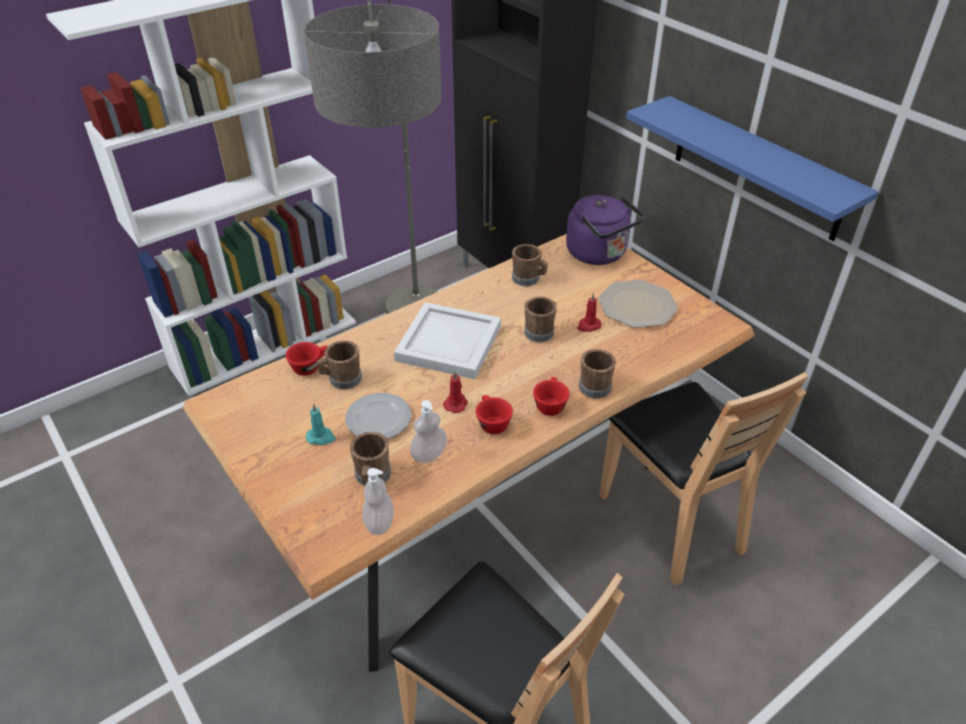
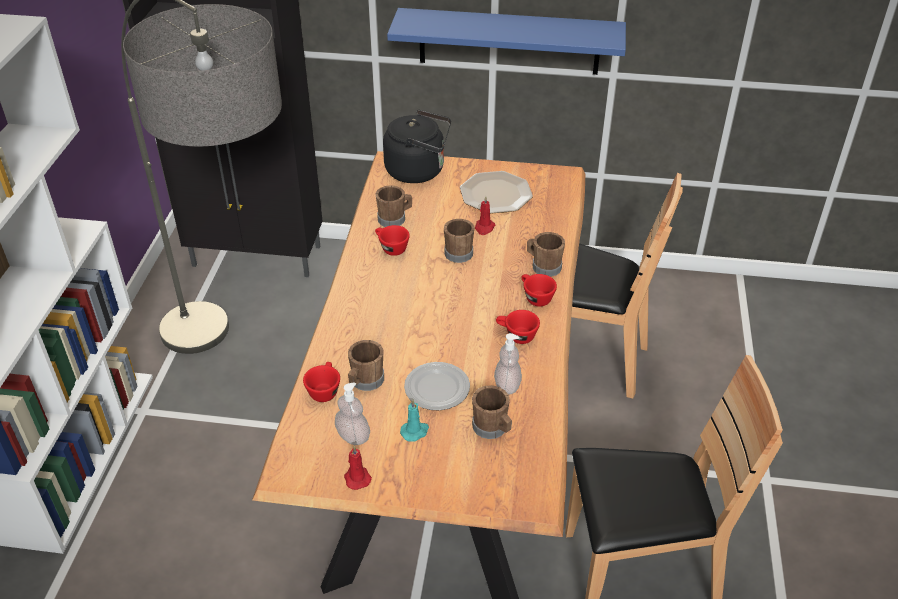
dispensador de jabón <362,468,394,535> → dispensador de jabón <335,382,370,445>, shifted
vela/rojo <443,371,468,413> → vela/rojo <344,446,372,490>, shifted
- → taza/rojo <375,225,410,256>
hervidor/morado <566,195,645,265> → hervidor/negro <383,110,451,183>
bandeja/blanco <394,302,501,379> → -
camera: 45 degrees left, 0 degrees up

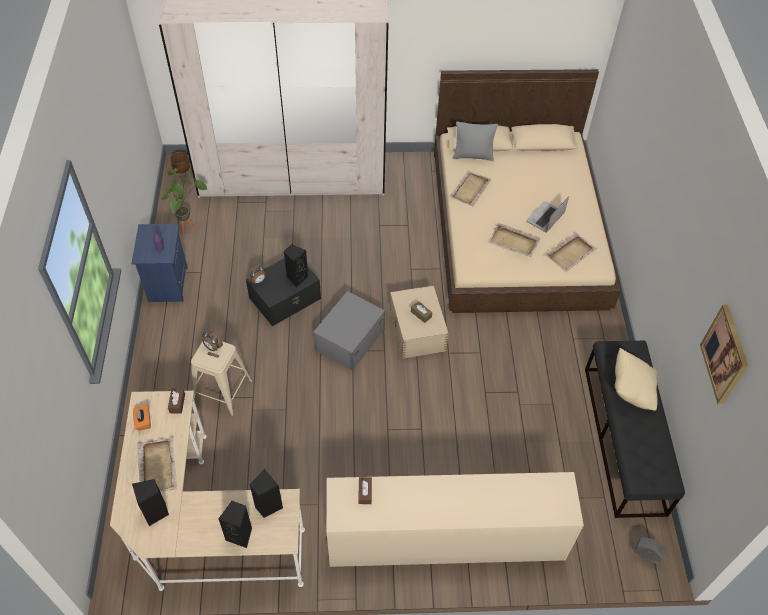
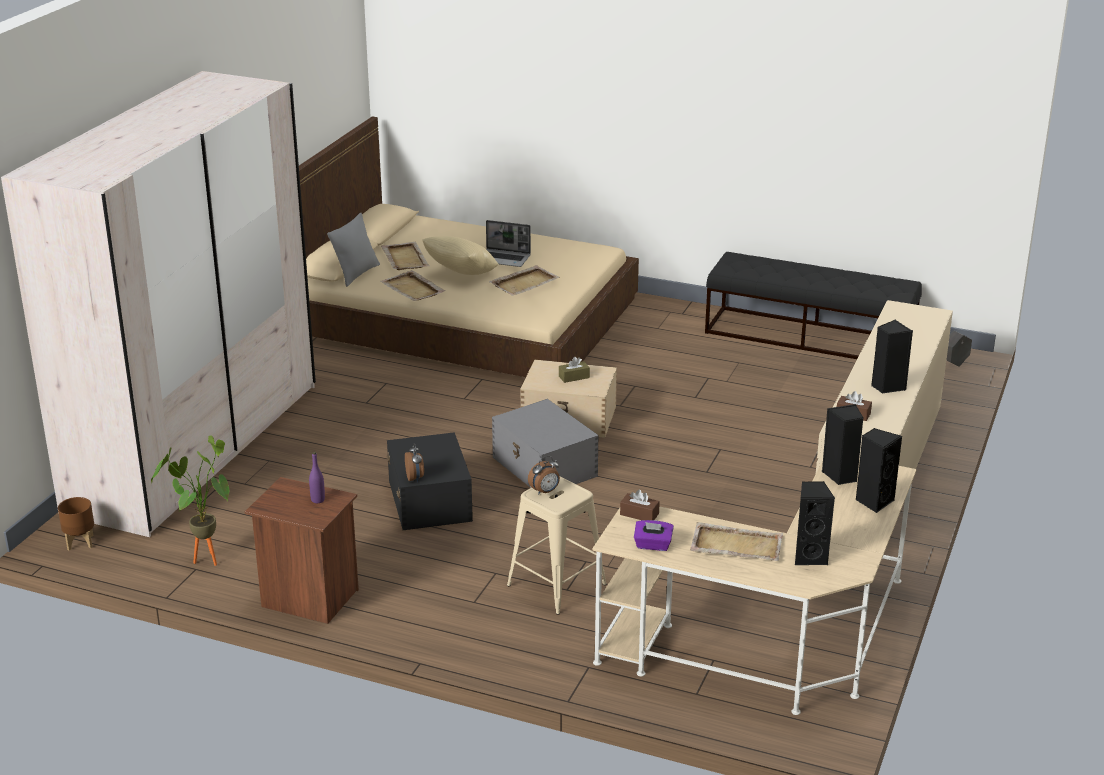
mesita de noche/azul <131,224,188,302> → mesita de noche/marrón <245,477,359,624>
bandeja/beis <545,232,597,273> → bandeja/beis <381,242,430,270>, shifted
cojín/beis <615,348,658,410> → cojín/beis <422,236,498,275>, shifted
portátil <526,196,569,232> → portátil <486,220,531,267>, 45 degrees counterclockwise
caja de pañuelos/naranja <133,404,151,431> → caja de pañuelos/morado <634,520,674,551>
altavoz/negro <284,244,308,288> → altavoz/negro <871,319,913,394>, shifted
cuadro <700,305,748,404> → -
camera: 65 degrees left, 25 degrees down

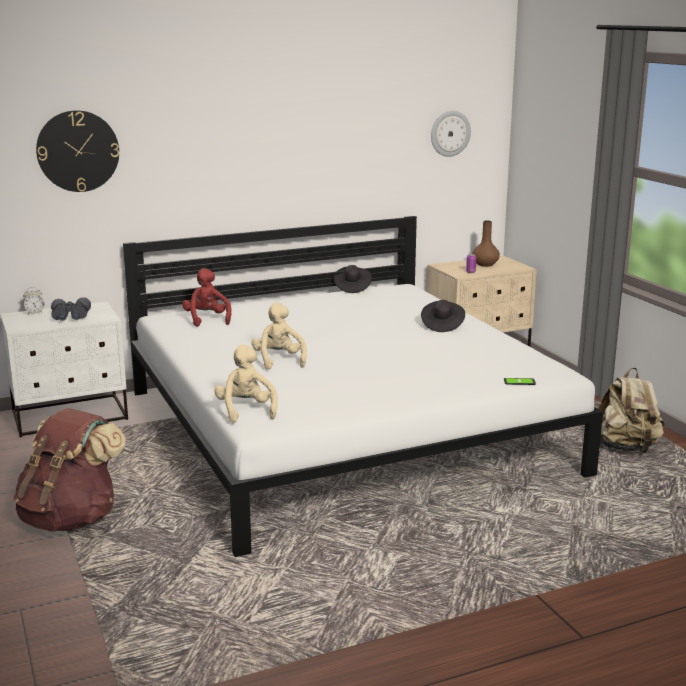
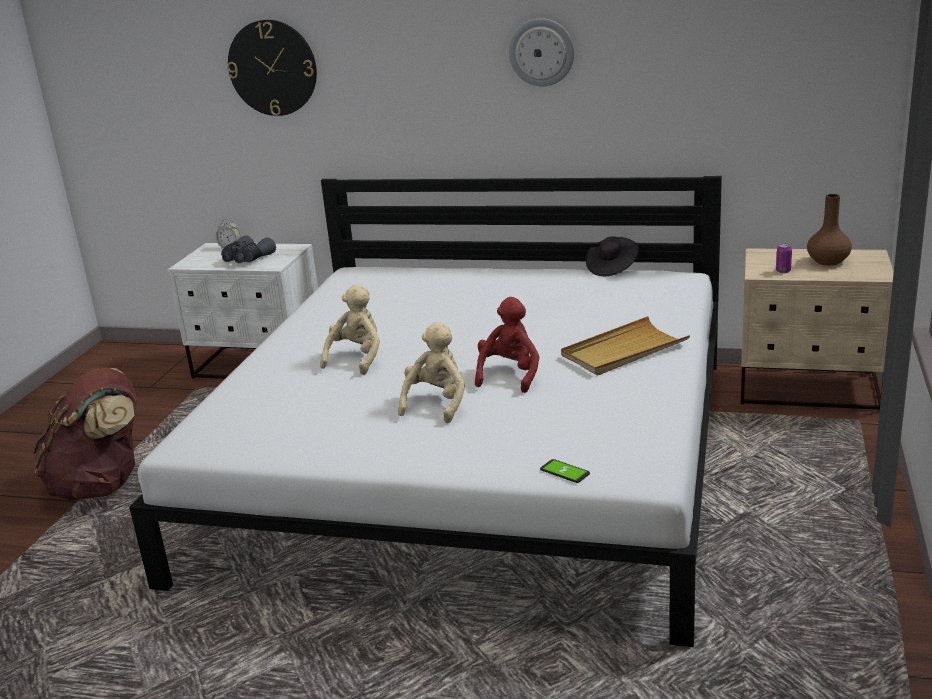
peluche/beis <214,345,278,423> → peluche/beis <398,322,465,423>, shifted
peluche/rojo <182,268,231,327> → peluche/rojo <475,297,539,393>, shifted
reloj de pared <431,111,471,157> → reloj de pared <509,18,574,87>, shifted
sombrero/negro <421,300,465,332> → bandeja/beis <561,316,690,375>
mochila/beis <598,367,665,454> → -
camera: 40 degrees right, 5 degrees up

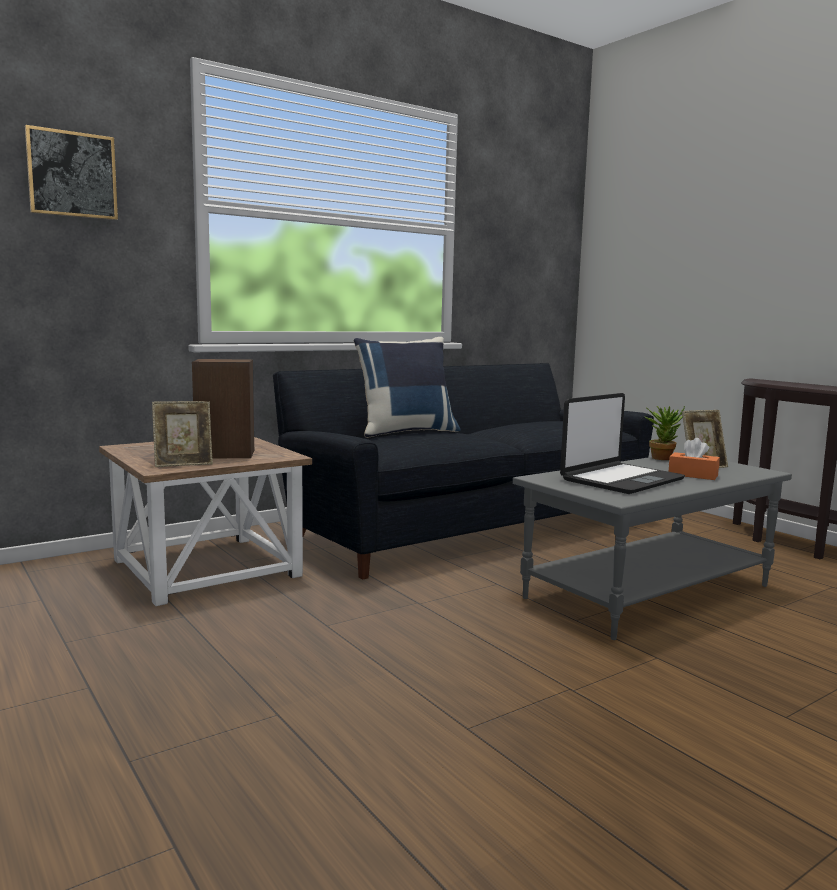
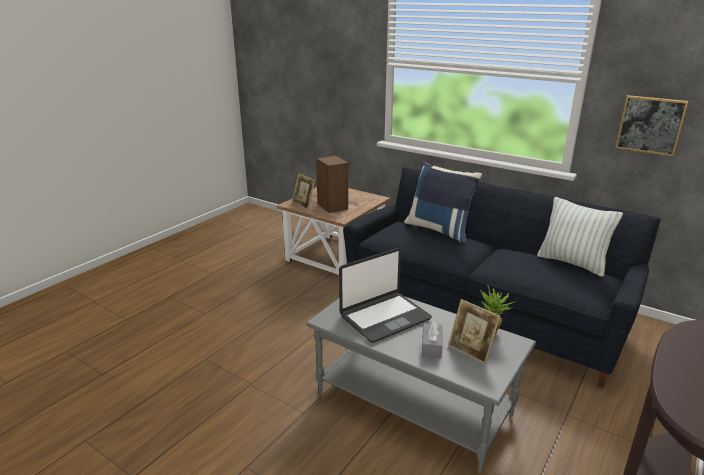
portátil <560,393,685,494> → portátil <339,248,432,343>, 60 degrees counterclockwise
caja de pañuelos/naranja <668,438,720,480> → caja de pañuelos/gris <422,320,443,358>
- → cojín <537,197,623,277>
cuadro <25,125,118,220> → cuadro <615,95,689,157>, shifted
camera: 70 degrees right, 15 degrees up

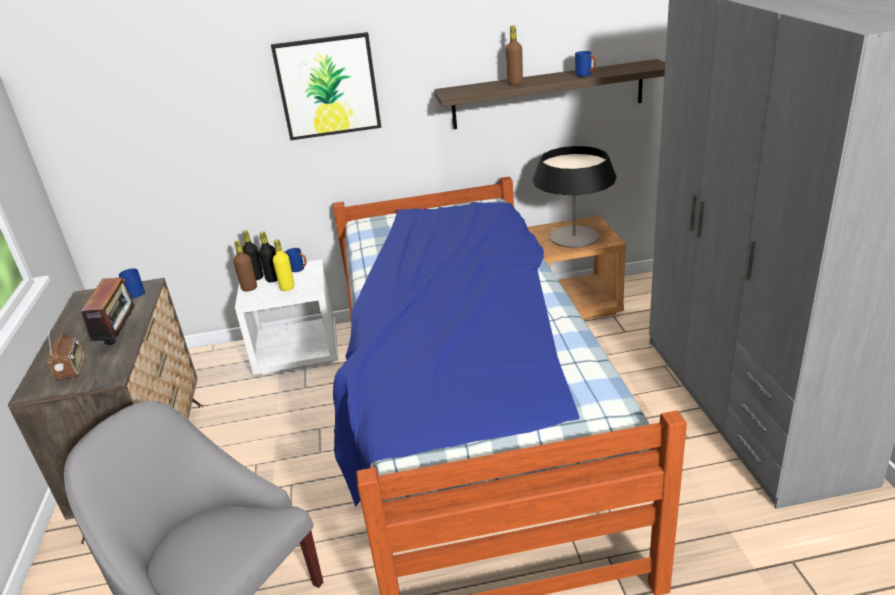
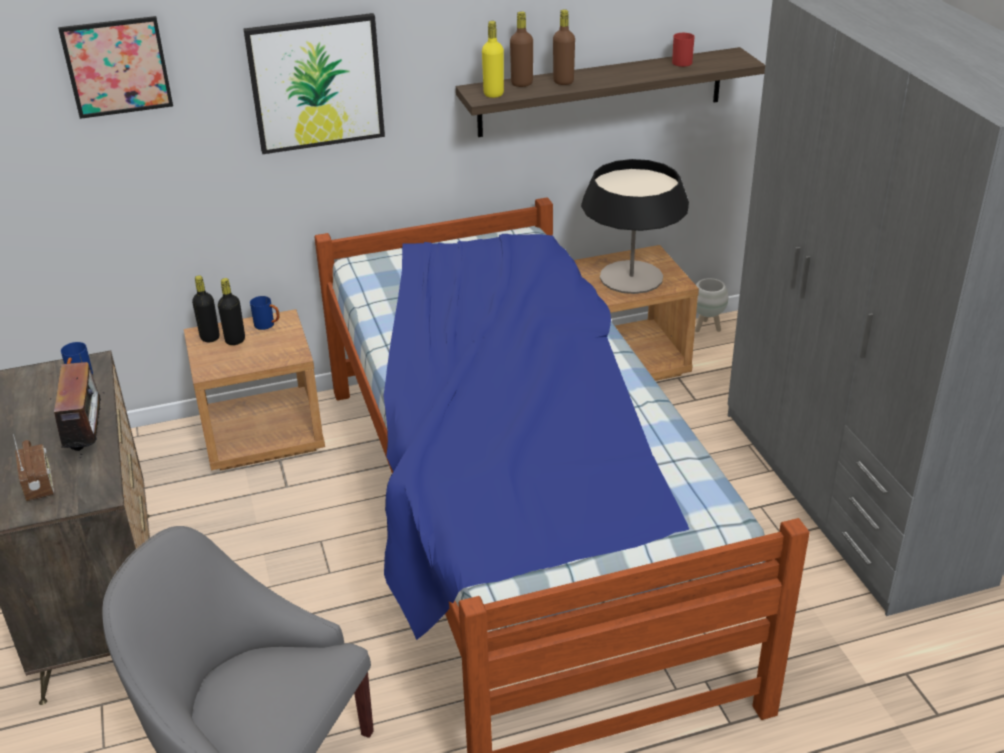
- → cuadro <58,16,173,119>
mesita de noche/blanco <235,259,338,375> → mesita de noche/marrón <184,309,325,471>
botella/amarillo <273,239,294,291> → botella/amarillo <482,21,504,98>, shifted
botella/marrón <233,240,257,292> → botella/marrón <510,11,533,87>, shifted
- → taza grande/rojo <672,33,695,67>
- → maceta/blanco <695,278,728,332>
taza grande/azul <575,51,596,77> → -
camera: 10 degrees left, 5 degrees up

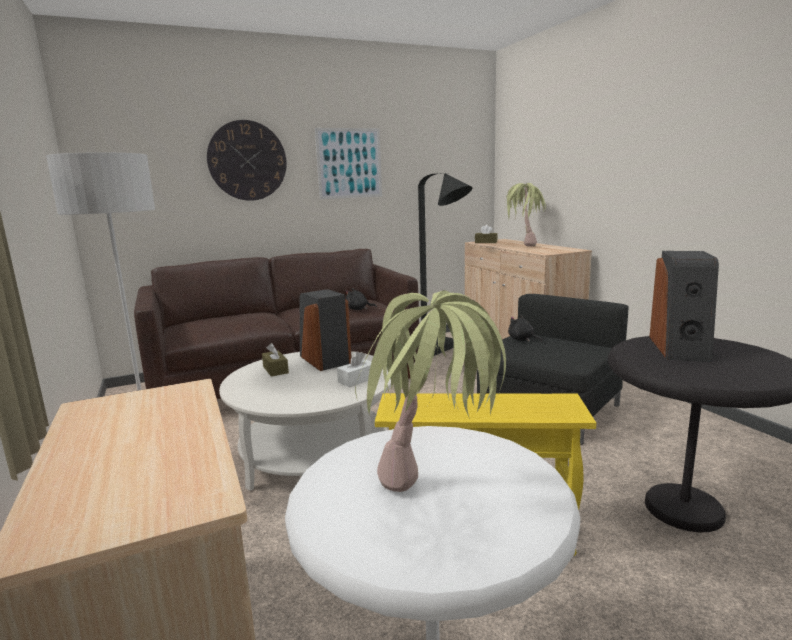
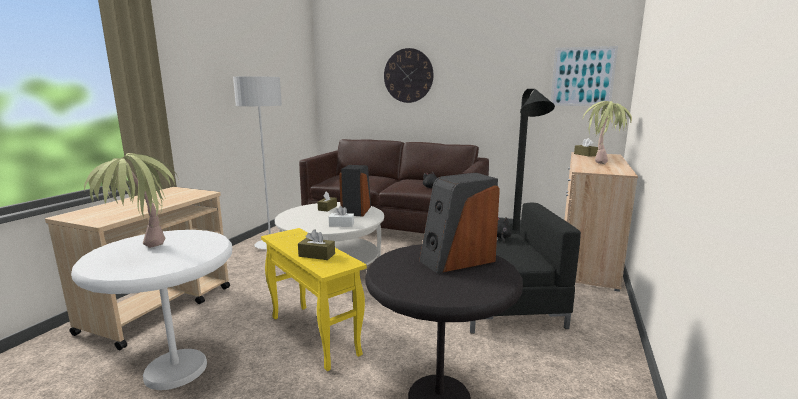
- → caja de pañuelos/marrón <298,230,335,260>
cuadro <315,128,382,199> → cuadro <551,46,618,106>, shifted
camera: 45 degrees right, 0 degrees up

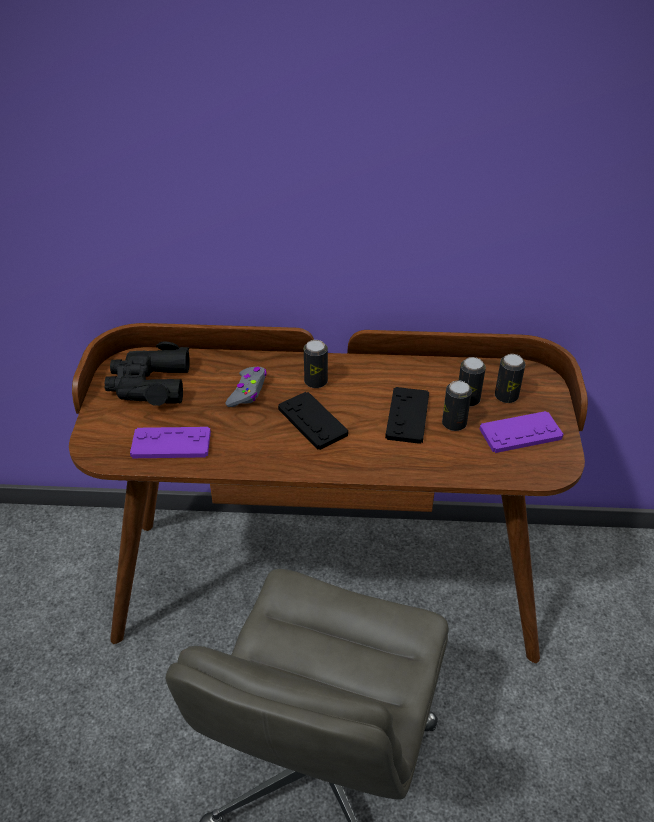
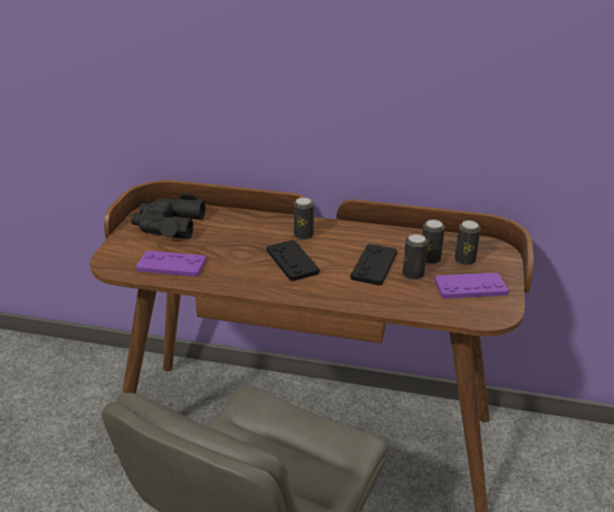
mando de consola/gris <226,367,267,407> → -
camera: 10 degrees right, 10 degrees down

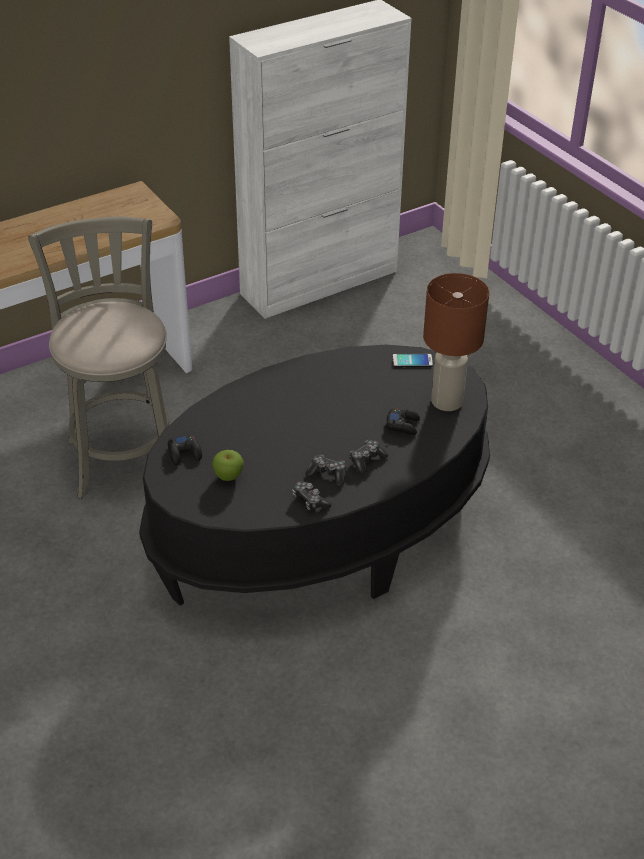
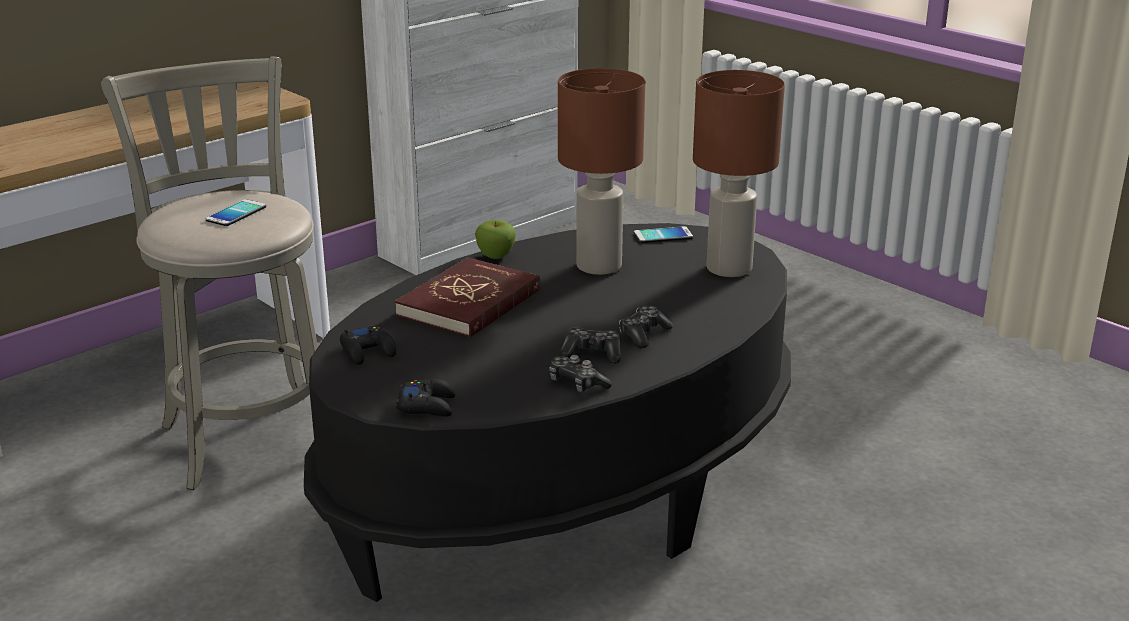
- → móvil <205,199,266,226>
- → libro/rojo <395,257,540,338>
mando de consola/negro <385,409,420,435> → mando de consola/negro <396,379,456,417>, shifted
manzana <212,450,244,481> → manzana <475,220,516,259>, shifted
- → lámpara de mesa/marrón <558,68,645,275>
camera: 10 degrees left, 15 degrees down

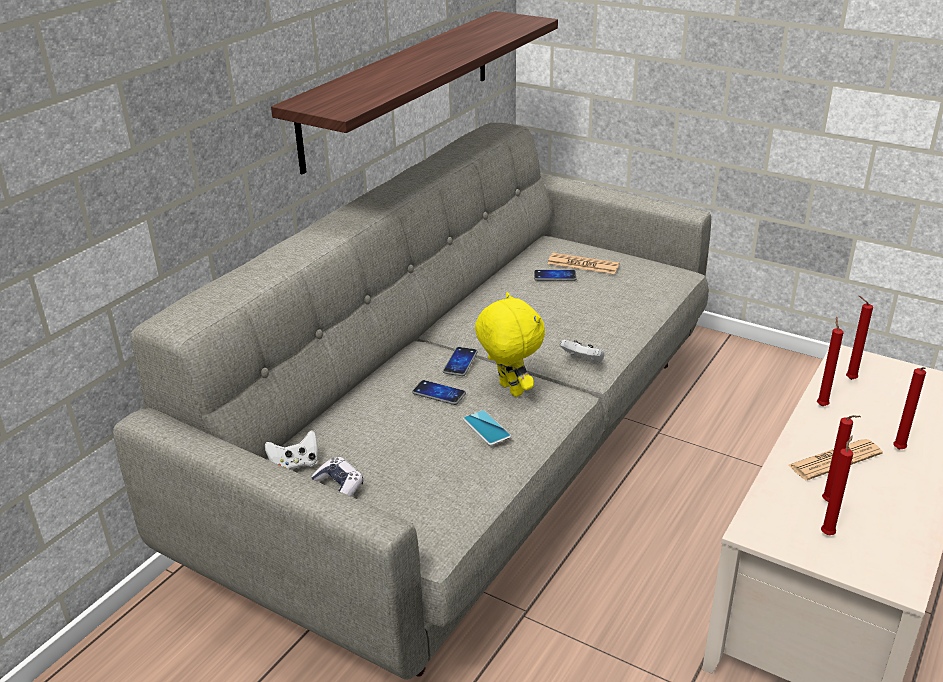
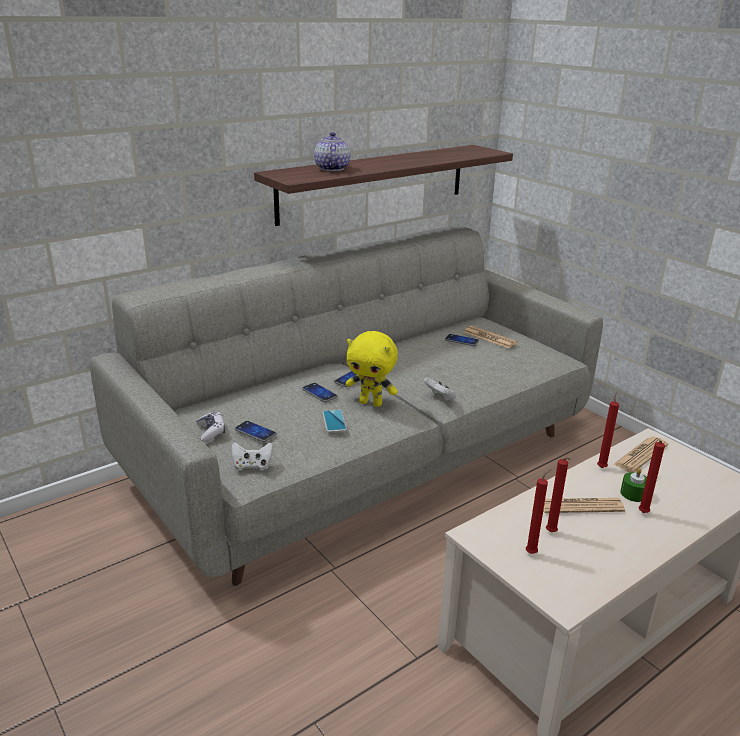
mando de consola/blanco <265,430,318,469> → mando de consola/blanco <231,442,273,470>, shifted
- → móvil <235,421,277,442>
- → tetera <314,132,350,171>
peluche/amarillo <475,292,545,397> → peluche/amarillo <345,331,398,407>, 120 degrees clockwise
vela/rojo <846,296,873,380> → periódico <613,437,668,472>
- → vela/verde <620,468,647,502>
camera: 20 degrees right, 5 degrees down

